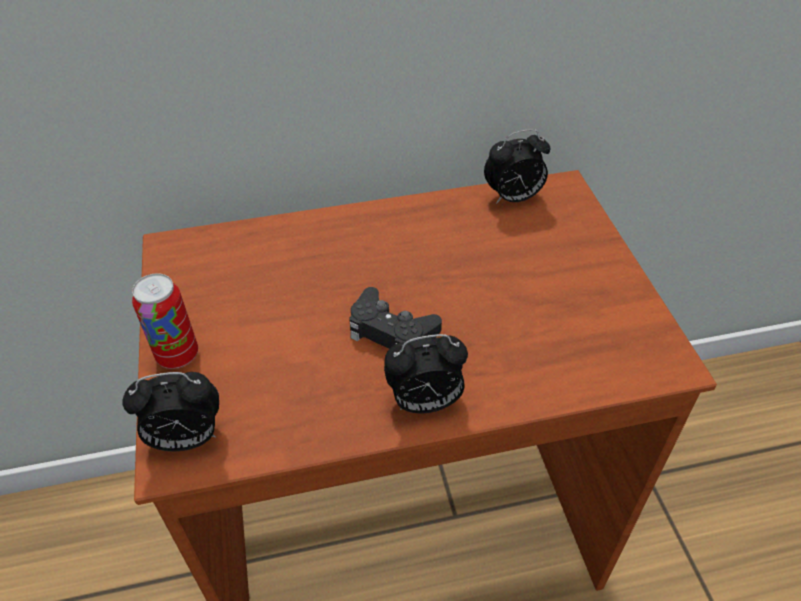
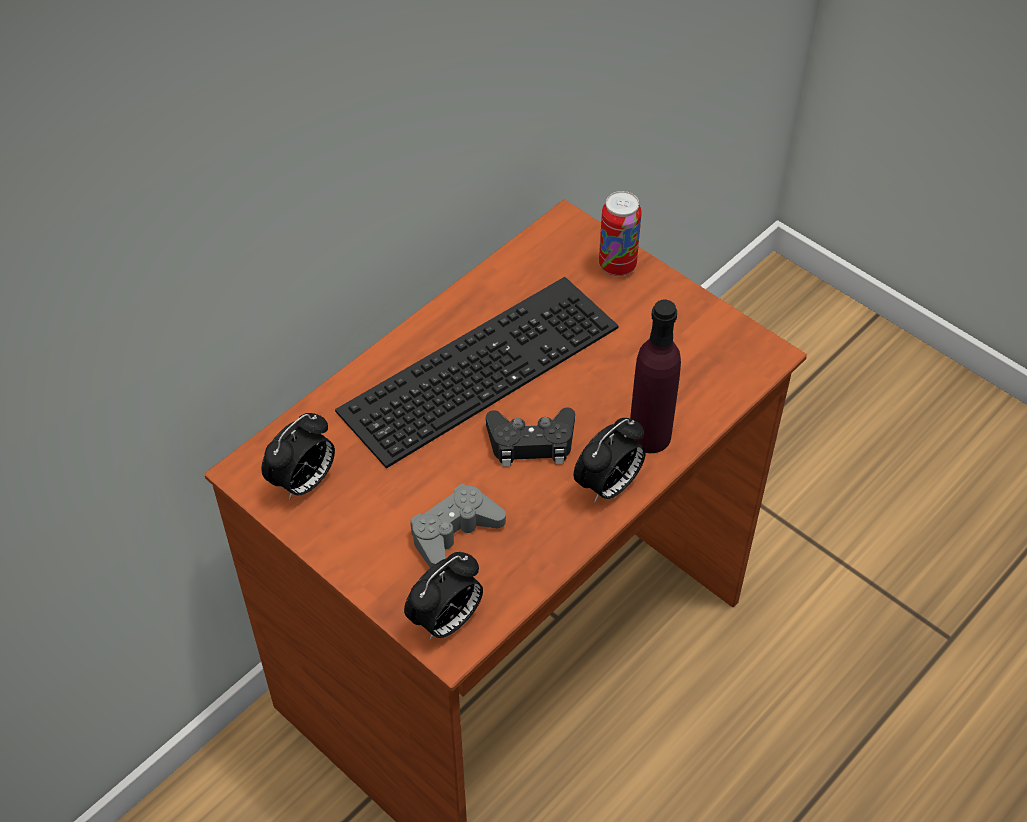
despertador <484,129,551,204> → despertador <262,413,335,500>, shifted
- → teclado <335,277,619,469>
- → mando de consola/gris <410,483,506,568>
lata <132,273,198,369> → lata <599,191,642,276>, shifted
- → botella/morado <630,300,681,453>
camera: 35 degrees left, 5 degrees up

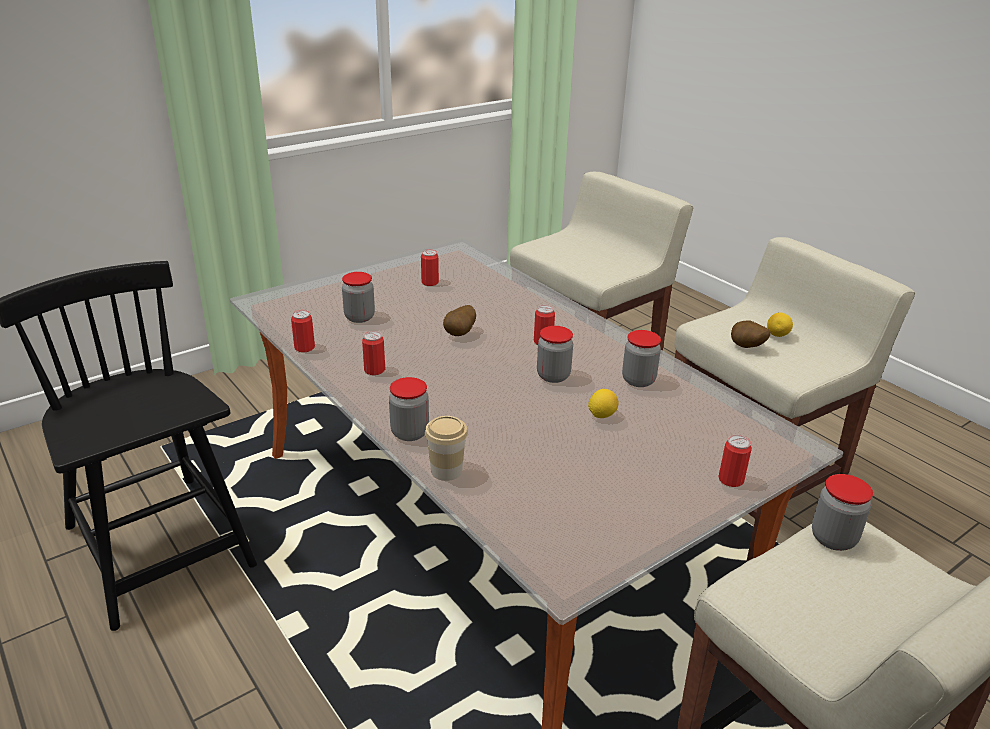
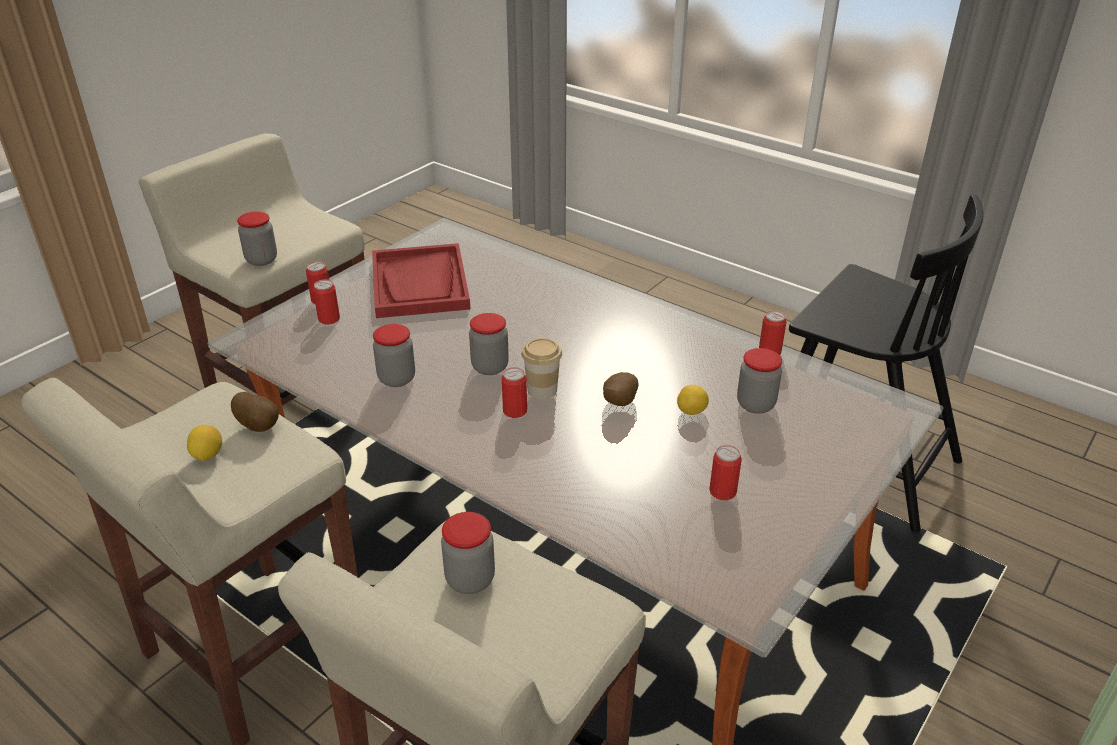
lata <362,331,385,375> → lata <313,279,340,325>, shifted
- → bandeja/rojo <372,243,470,318>
tarro <389,377,429,441> → tarro <441,512,495,594>, shifted
taza <425,416,468,481> → taza <522,338,562,399>, shifted
limón <588,389,619,418> → limón <677,385,709,415>, shifted
camera: 165 degrees right, 5 degrees up

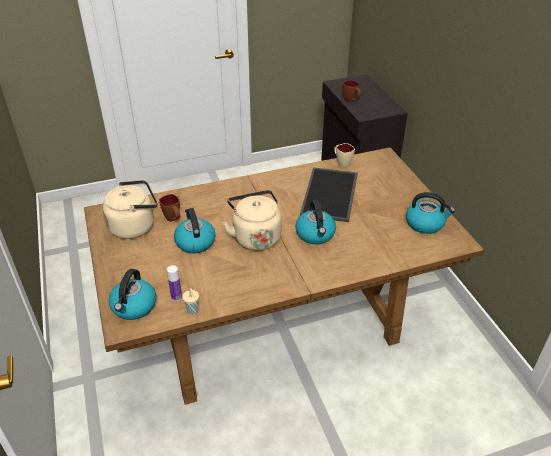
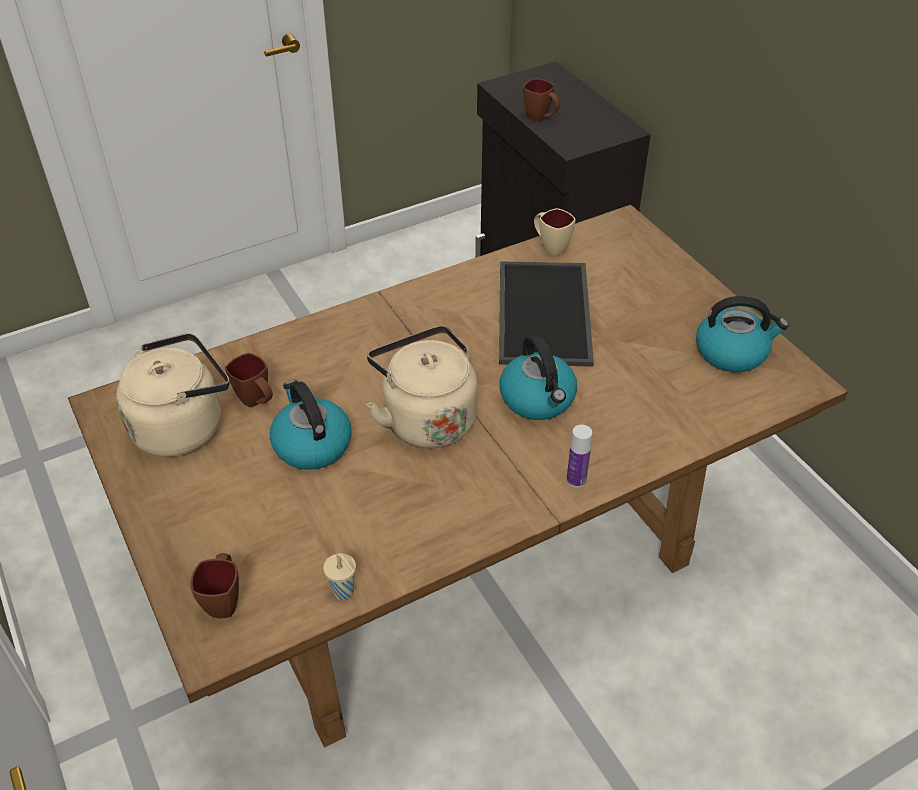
hervidor <109,269,156,320> → taza grande/marrón <191,553,239,618>
botella <167,265,182,301> → botella <567,425,592,488>, shifted
camera: 10 degrees left, 5 degrees up

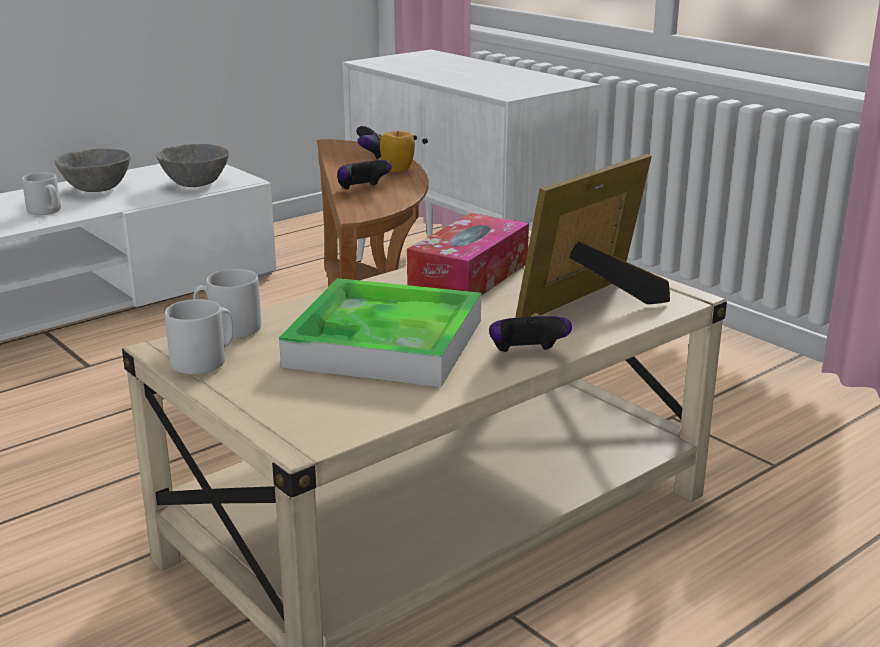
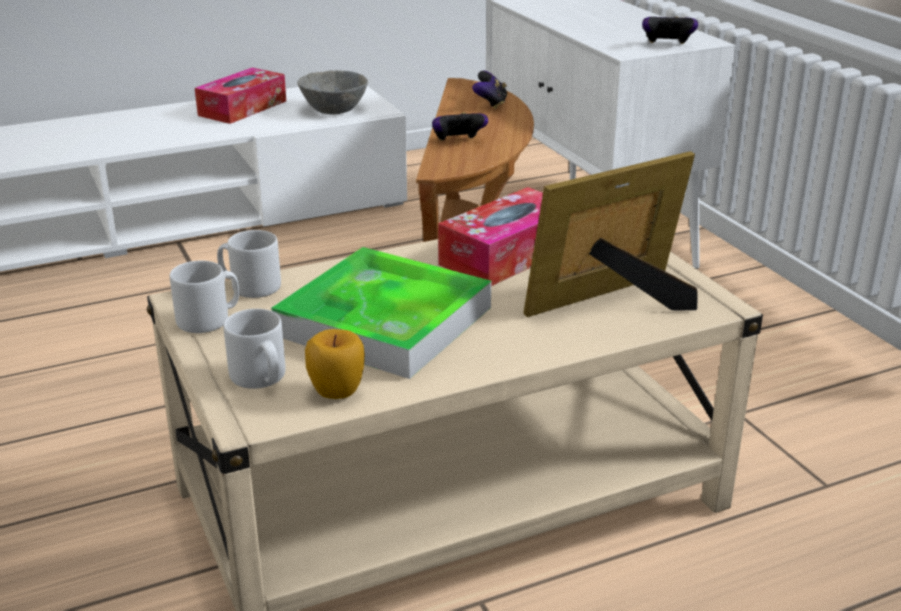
cuenco/gris <54,149,131,192> → caja de pañuelos <195,68,286,124>
taza grande/gris <22,172,61,215> → taza grande/gris <224,309,286,389>, shifted
manzana <380,131,415,172> → manzana <305,329,365,399>, shifted
mando de consola <489,313,572,352> → mando de consola <642,16,698,44>, shifted
camera: 15 degrees right, 5 degrees up

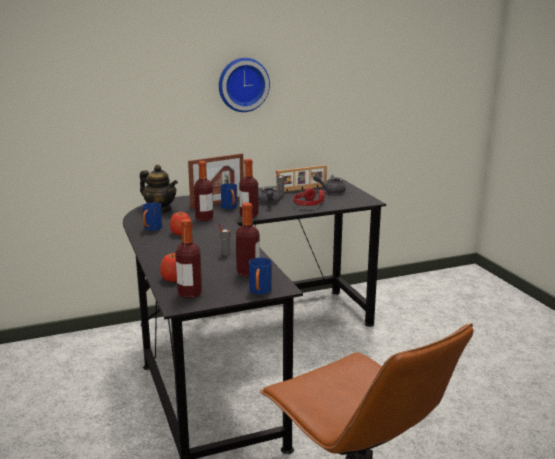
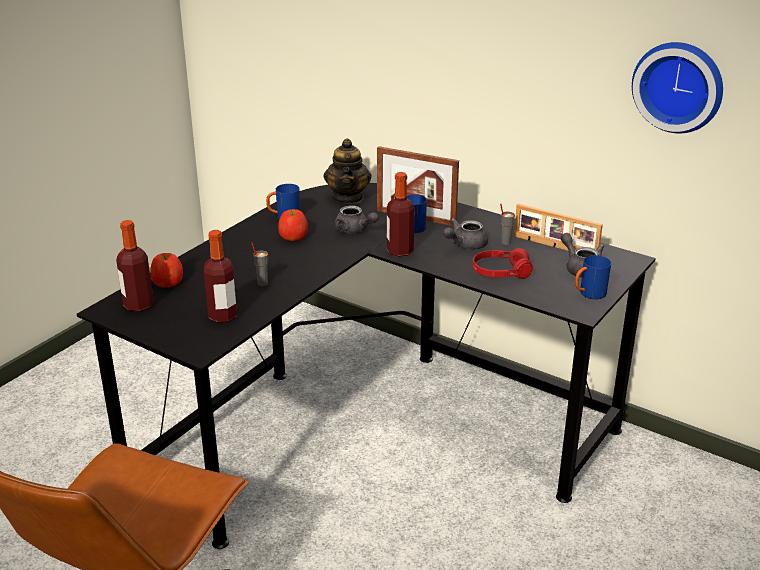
botella <194,161,214,221> → tetera/gris <335,205,379,234>
taza grande/azul <249,258,272,295> → taza grande/azul <575,255,611,299>, shifted
reloj de pared <219,58,270,112> → reloj de pared <632,42,723,133>, shifted
camera: 55 degrees right, 10 degrees up

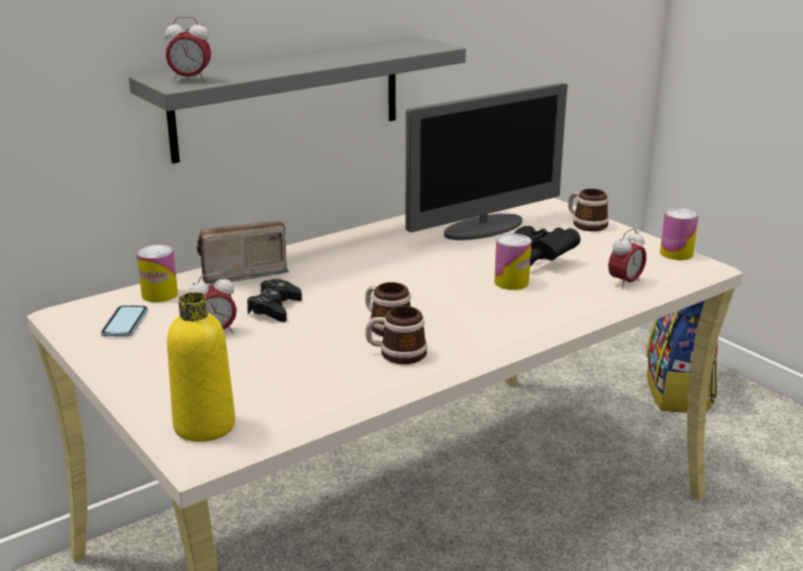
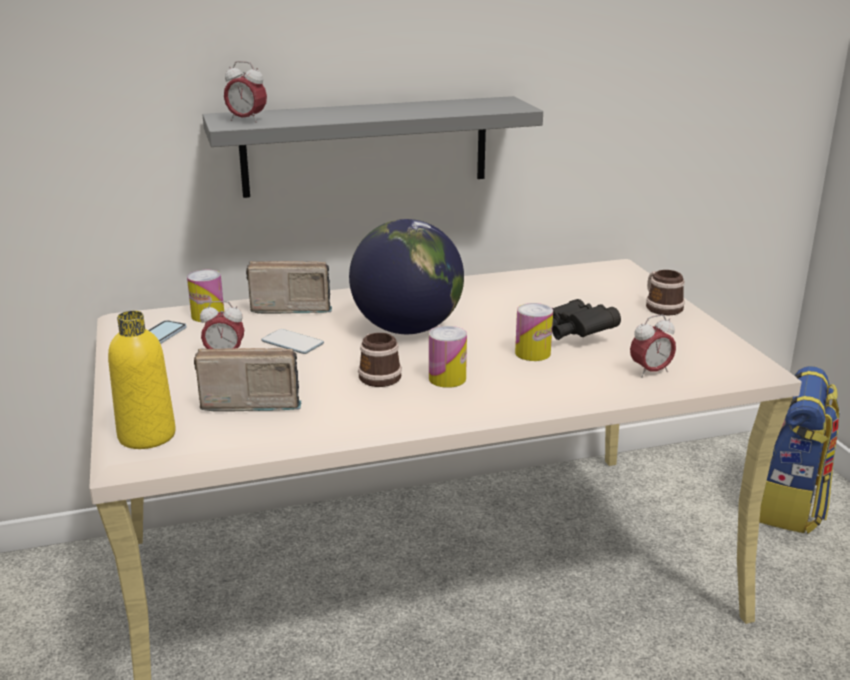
- → radio <194,348,302,412>
mando de consola/negro <247,279,302,322> → móvil <261,329,324,354>
- → globo terráqueo <349,219,464,334>
lata <660,208,699,260> → lata <429,326,467,388>, shifted
taza grande <366,306,428,364> → -
monitor <406,83,568,240> → -
camera: 20 degrees right, 0 degrees up

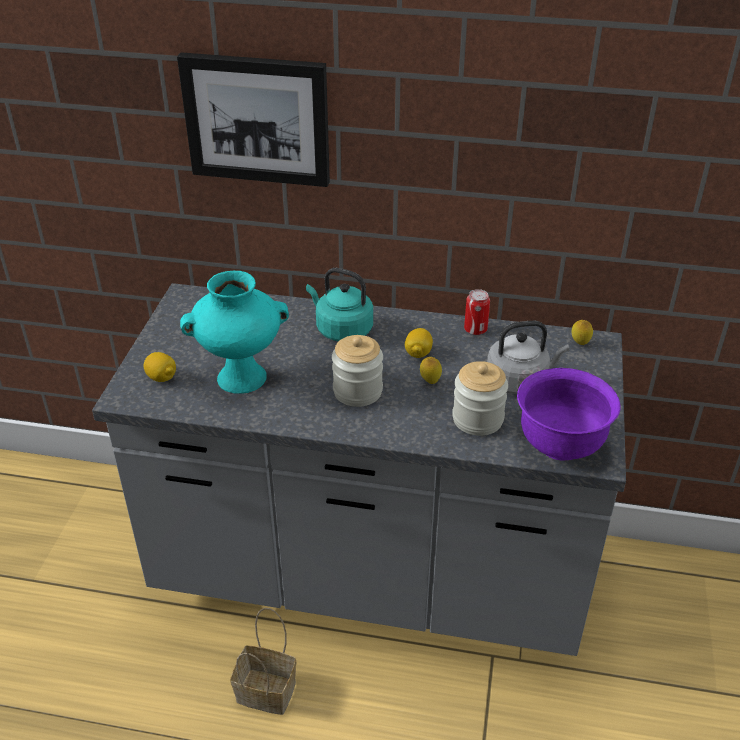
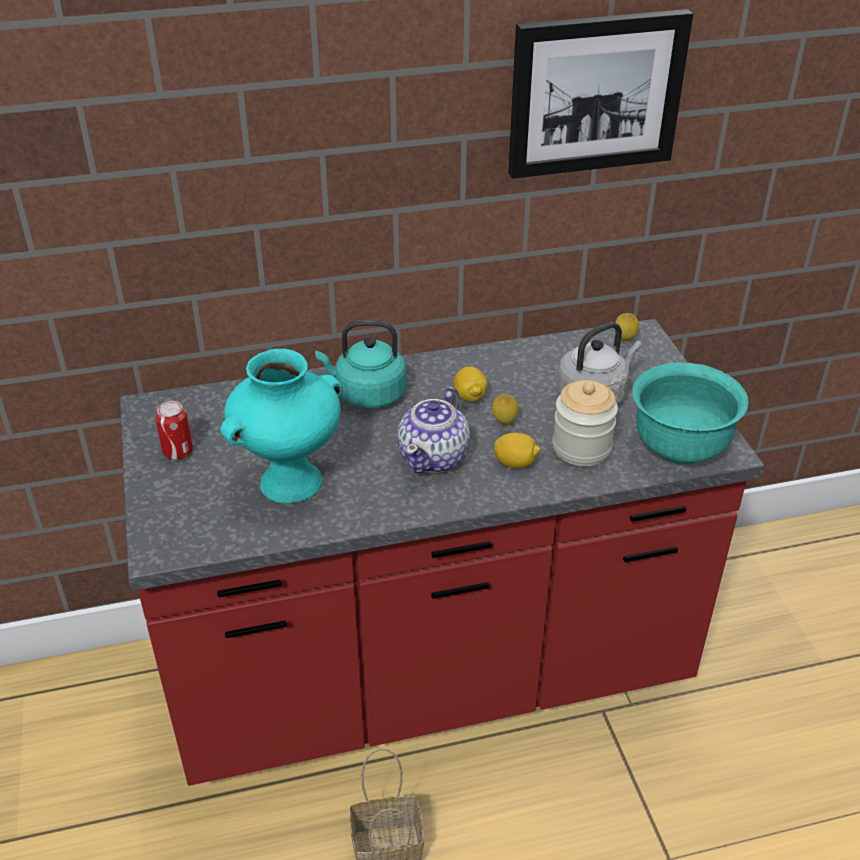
mueble bajo de cocina/gris <92,283,626,656> → mueble bajo de cocina/rojo <120,319,764,786>
lata <464,289,490,335> → lata <155,401,193,459>, shifted
tarro <332,335,383,407> → tetera <398,387,470,473>
limón <144,352,176,382> → limón <494,433,541,469>, shifted
cuadro <177,52,330,187> → cuadro <508,9,693,179>, shifted
cuenco/morado <517,368,620,460> → cuenco/turquesa <632,362,748,465>
camera: 25 degrees left, 0 degrees up

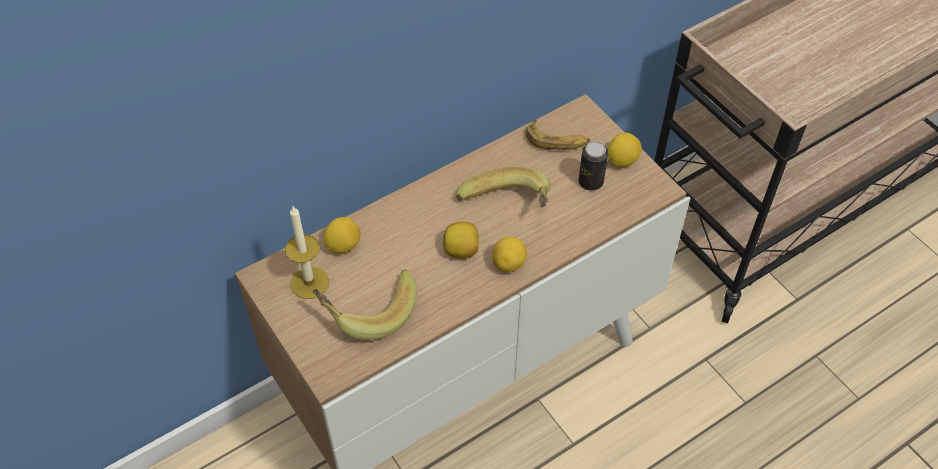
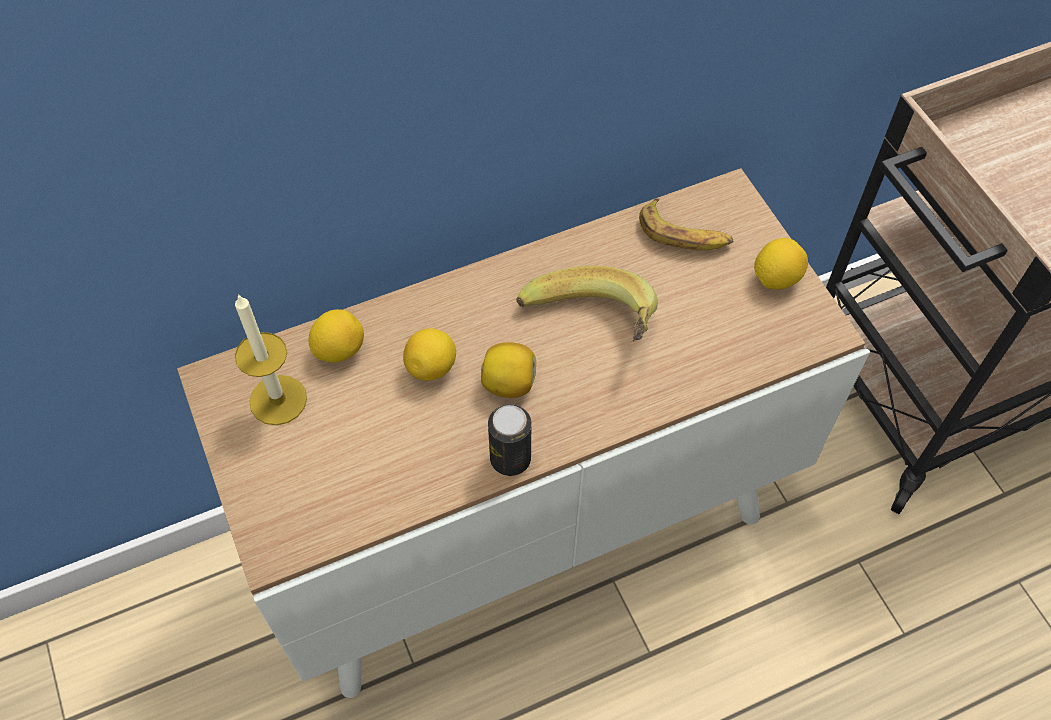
limón <492,237,527,272> → limón <403,328,456,381>, shifted
lata <578,142,608,191> → lata <488,404,531,476>, shifted
plátano <313,270,417,340> → -
camera: 10 degrees right, 5 degrees up

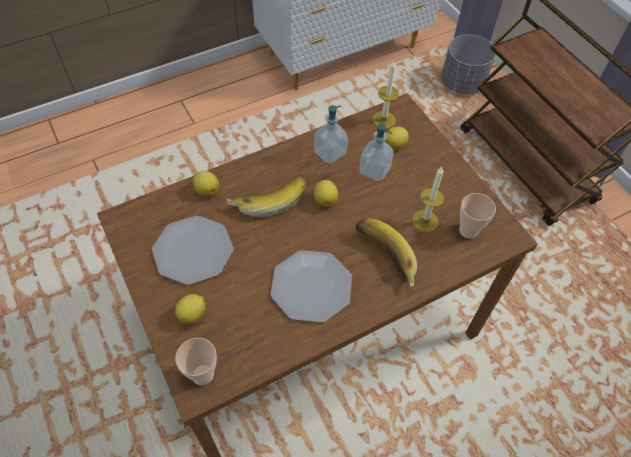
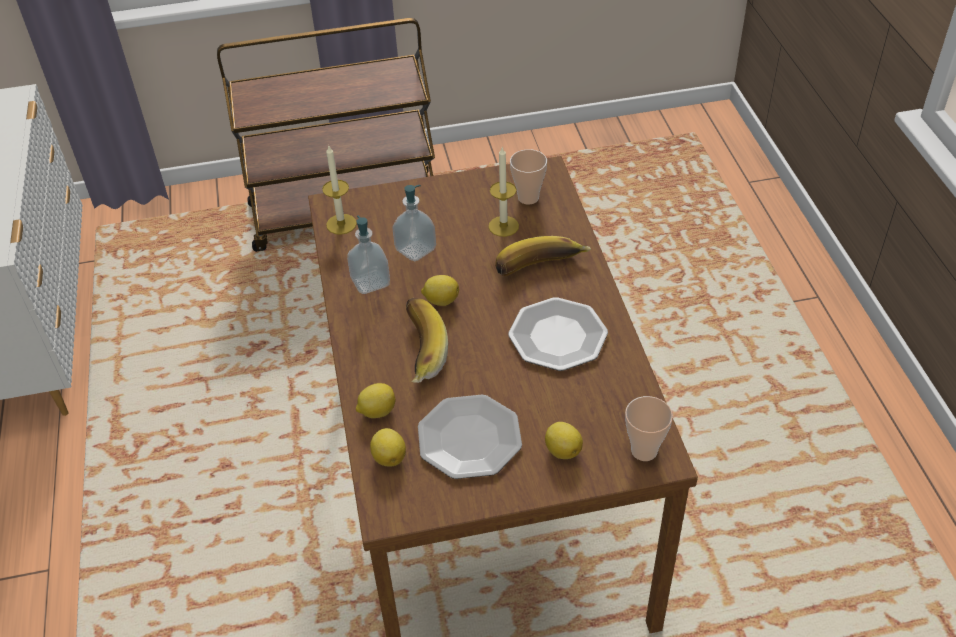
limón <384,127,409,150> → limón <370,428,406,467>, shifted
maceta/gris <441,34,496,94> → -
camera: 70 degrees left, 10 degrees down

